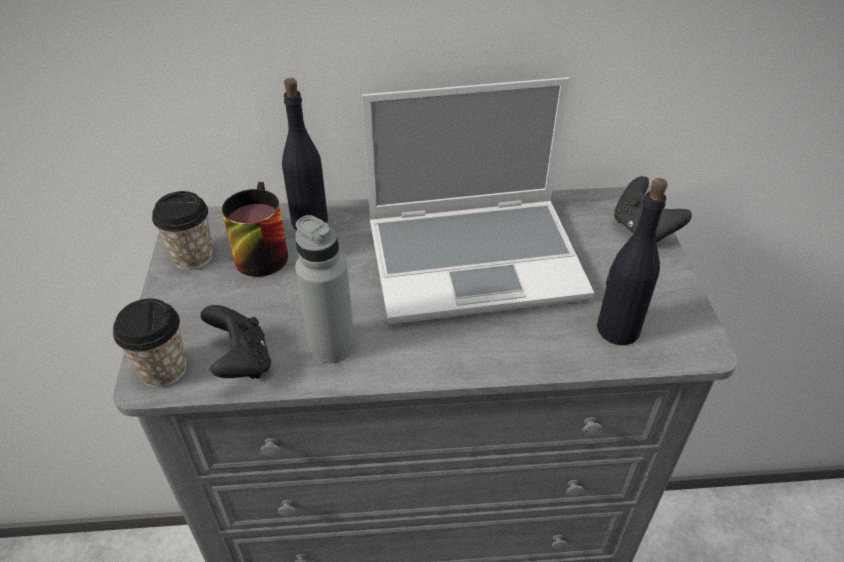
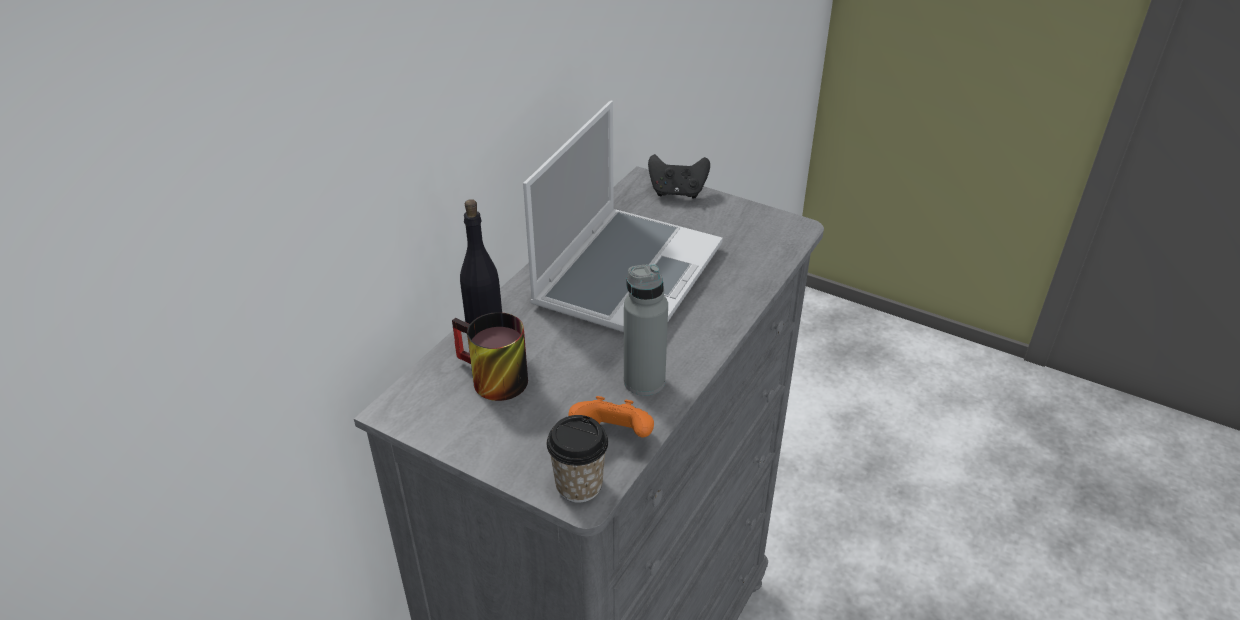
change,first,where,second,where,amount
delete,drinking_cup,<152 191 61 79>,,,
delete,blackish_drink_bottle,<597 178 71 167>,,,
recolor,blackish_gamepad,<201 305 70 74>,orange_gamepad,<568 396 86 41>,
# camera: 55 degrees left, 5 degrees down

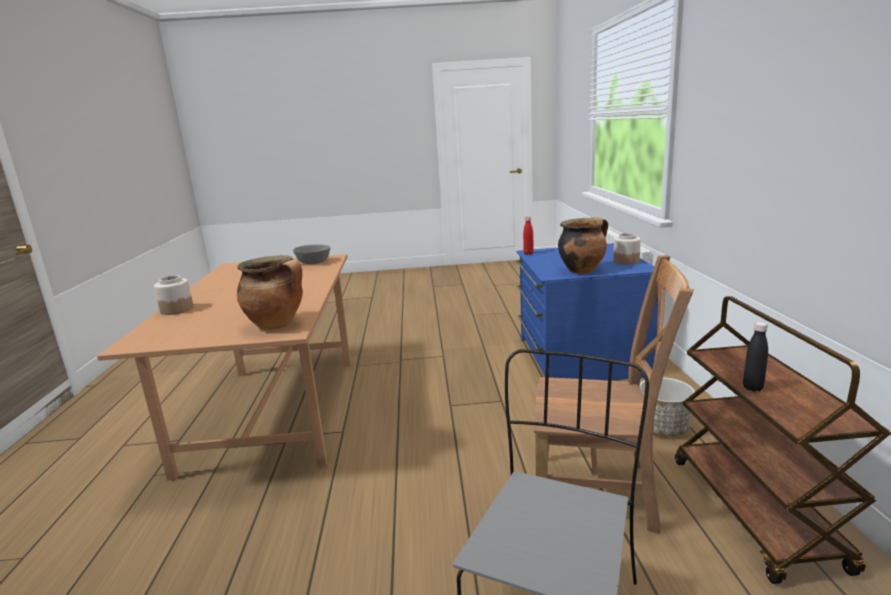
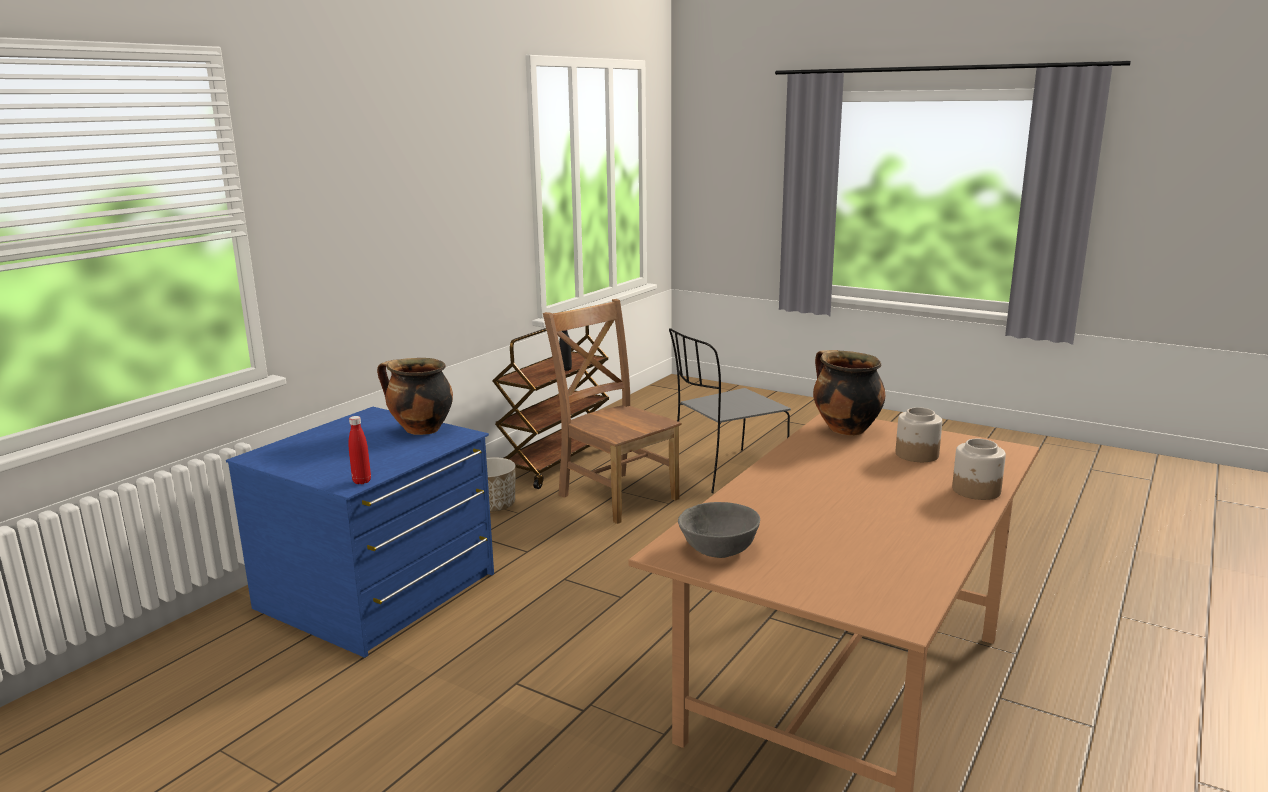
change,first,where,second,where,amount
move,preserve_jar,<613 233 28 32>,,<896 407 46 55>,
# camera: 145 degrees left, 0 degrees up

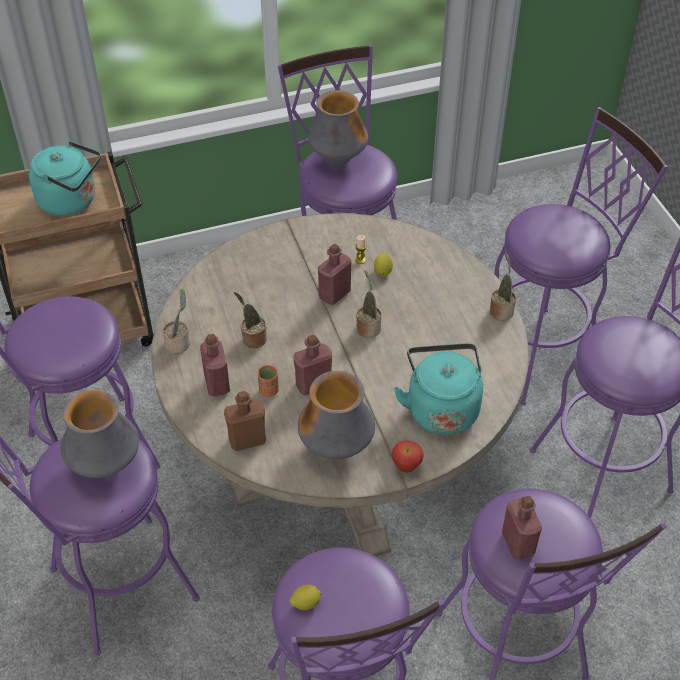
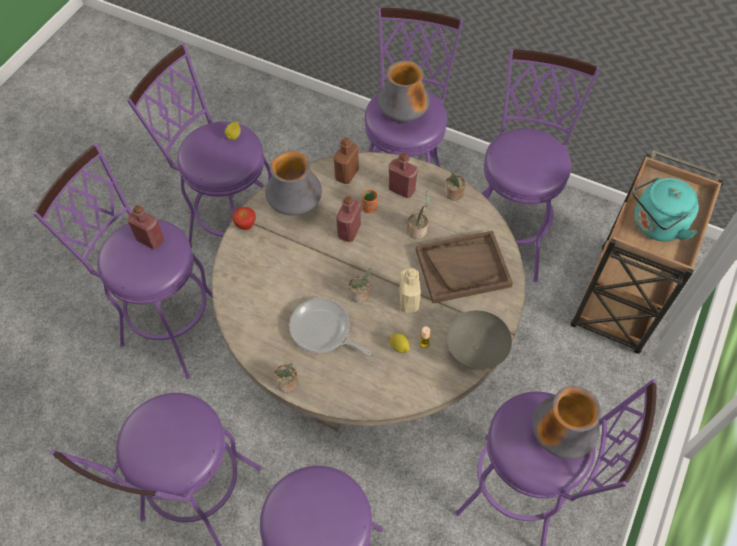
change,first,where,second,where,amount
delete,turquoise-coloured_water_kettle,<394 343 89 92>,,,
insert,,,skillet,<289 298 82 57>,
insert,,,brownish_carrying_tray,<416 231 97 73>,
insert,,,gray_deep_dish,<446 310 66 60>,
recolor,red_drink_bottle,<318 244 33 61>,beige_drink_bottle,<399 268 22 45>,
# camera: 135 degrees right, 10 degrees up

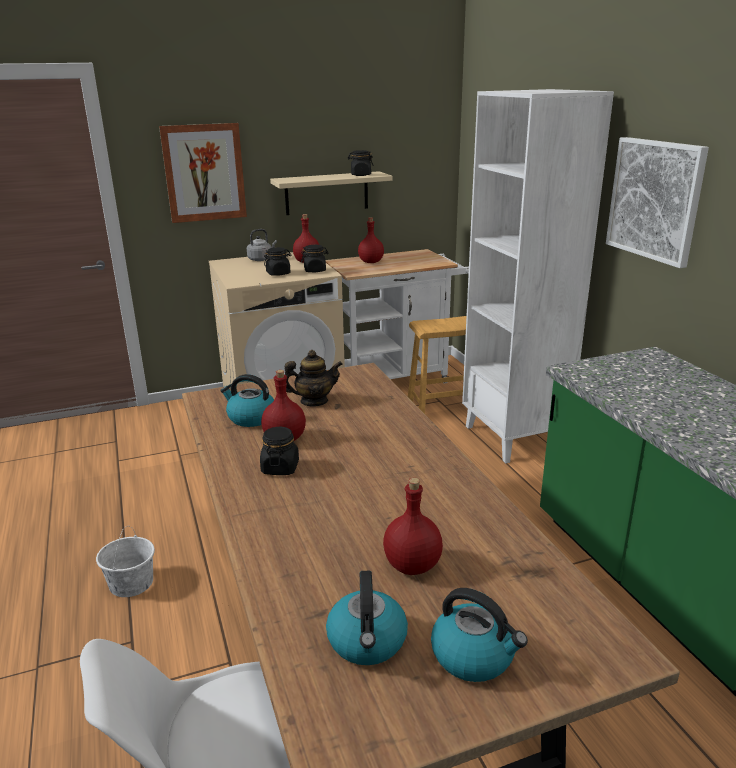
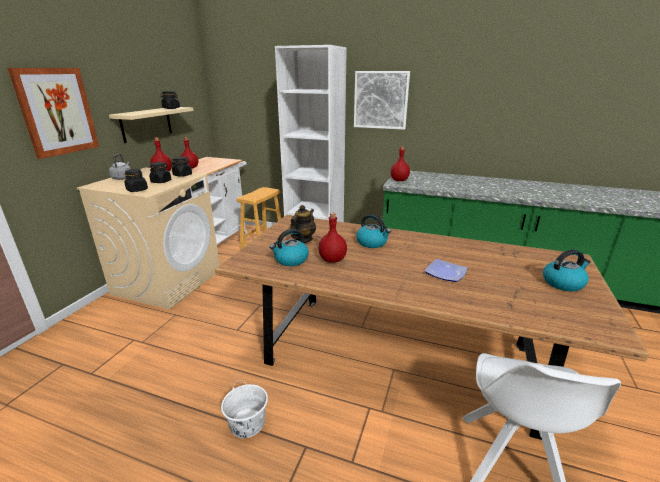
change,first,where,second,where,amount
insert,,,dinner_plate,<425 259 43 23>,
move,blackish_preserve_jar,<260 427 39 48>,,<124 169 24 23>,
move,water_kettle,<326 571 82 94>,,<356 214 35 34>,
move,red_drink_bottle,<383 478 60 97>,,<391 146 19 35>,
# camera: 50 degrees left, 0 degrees up

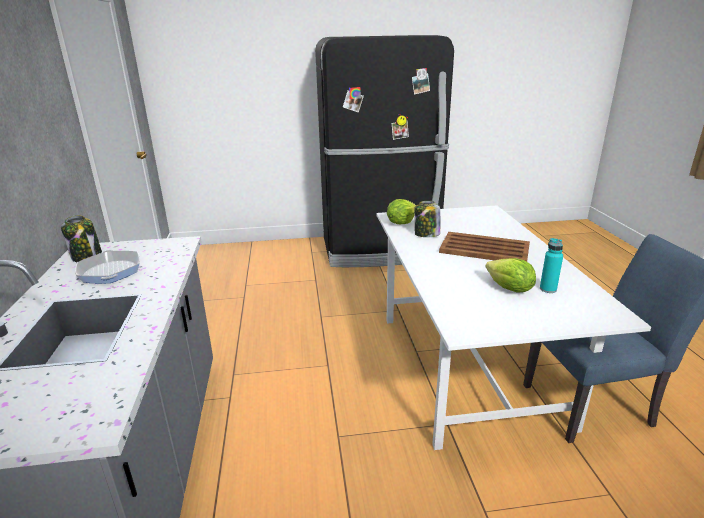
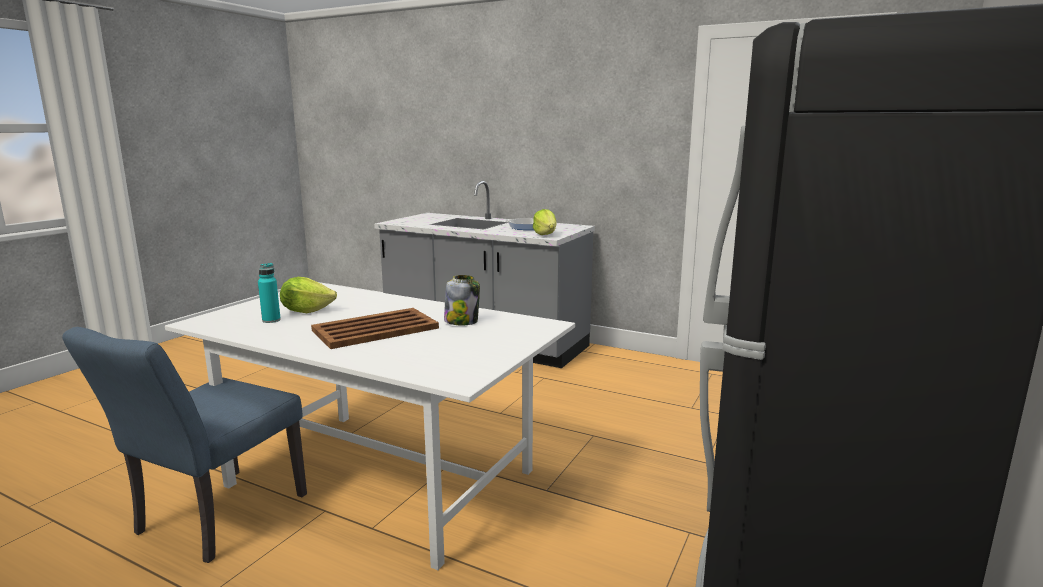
change,first,where,second,where,amount
delete,preserve_jar,<61 215 41 47>,,,
move,lettuce_head,<387 199 29 25>,,<533 209 24 26>,
# camera: 125 degrees right, 10 degrees down

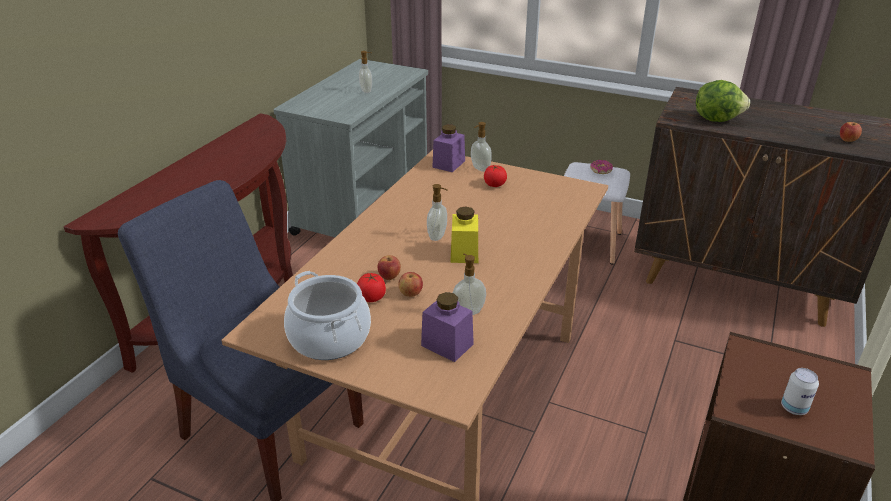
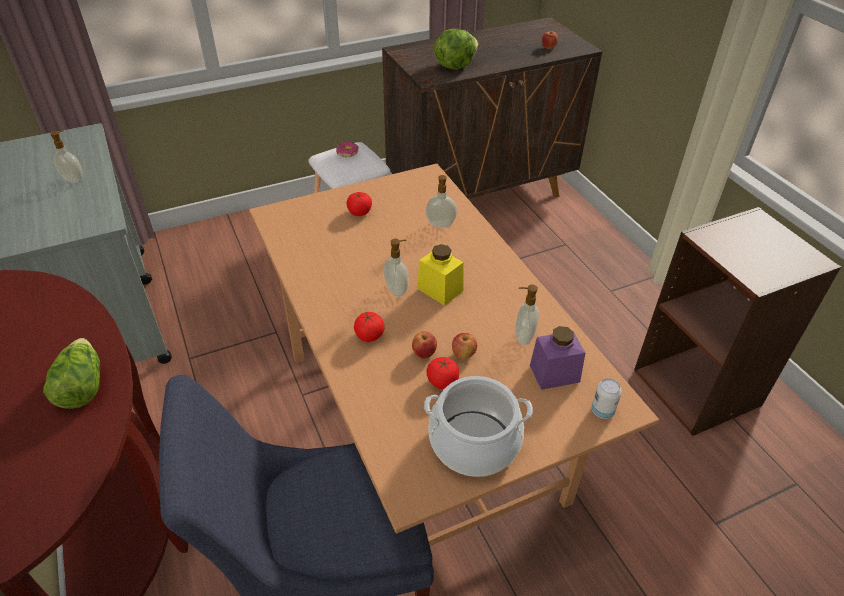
change,first,where,second,where,amount
delete,purple-coloured_preserve_jar,<432 125 33 47>,,,
insert,,,lettuce_head,<43 338 57 71>,
insert,,,fresh_tomato,<354 312 31 30>,
move,soap_dispenser,<471 122 21 50>,,<426 175 31 52>,
move,can,<781 368 38 47>,,<591 378 31 41>,
# camera: 50 degrees left, 10 degrees up

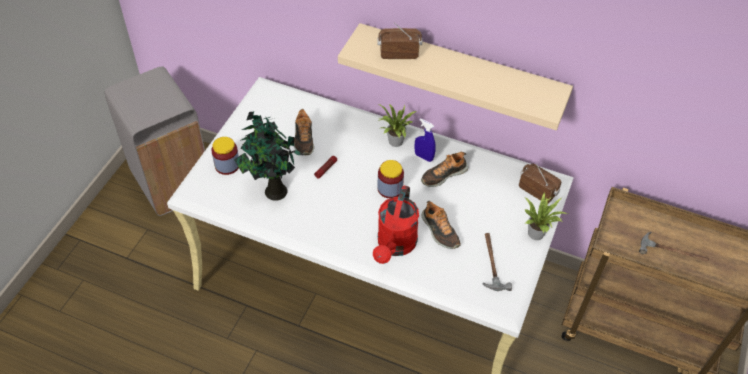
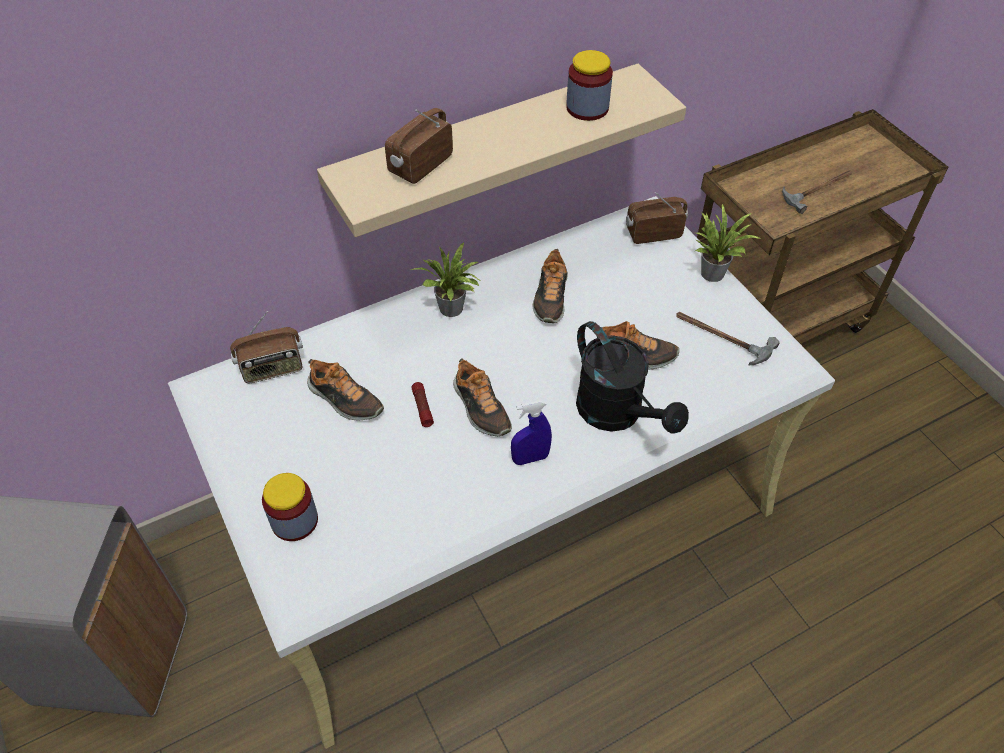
change,first,where,second,where,amount
delete,potted_plant,<234 111 70 90>,,,
insert,,,radio,<230 311 73 73>,
insert,,,low_shoe,<453 358 59 78>,
move,preserve_jar,<377 160 27 38>,,<566 50 47 71>,
move,blue_hand_sprayer,<415 118 21 44>,,<511 400 41 65>,
recolor,red_watering_can,<373 185 46 79>,blackish_watering_can,<576 321 113 113>,
# camera: 50 degrees left, 0 degrees up

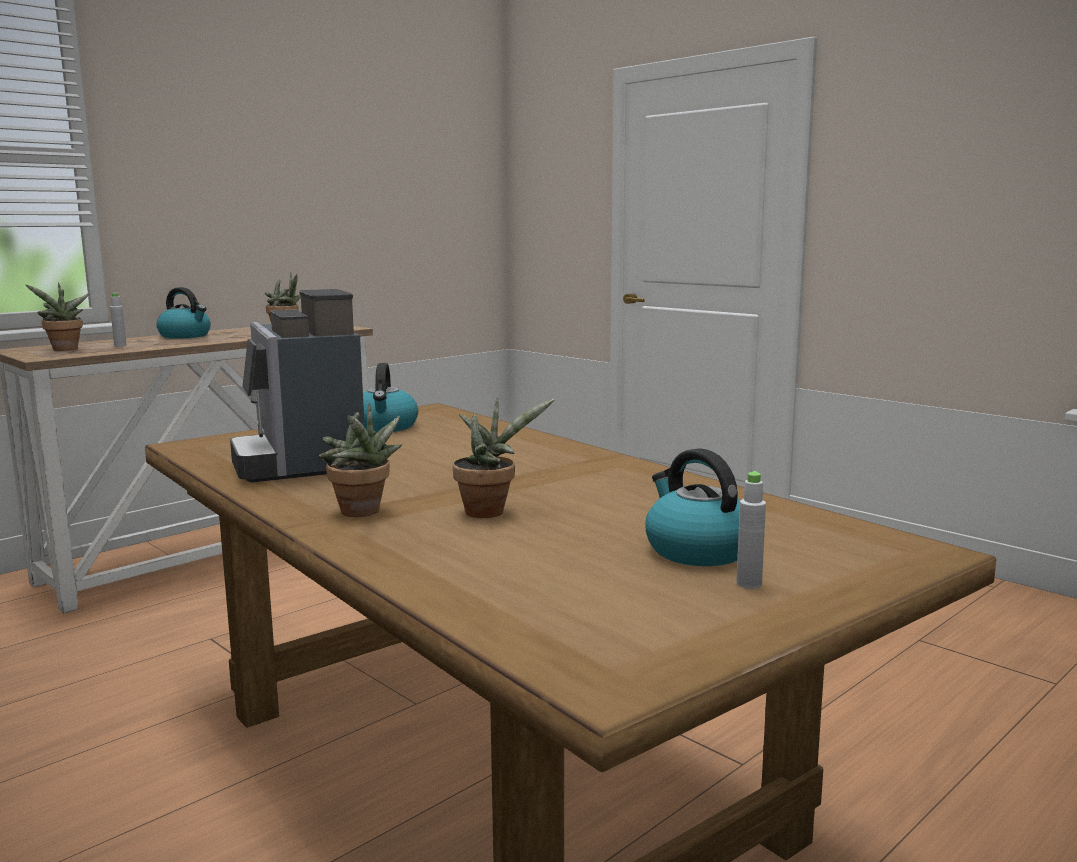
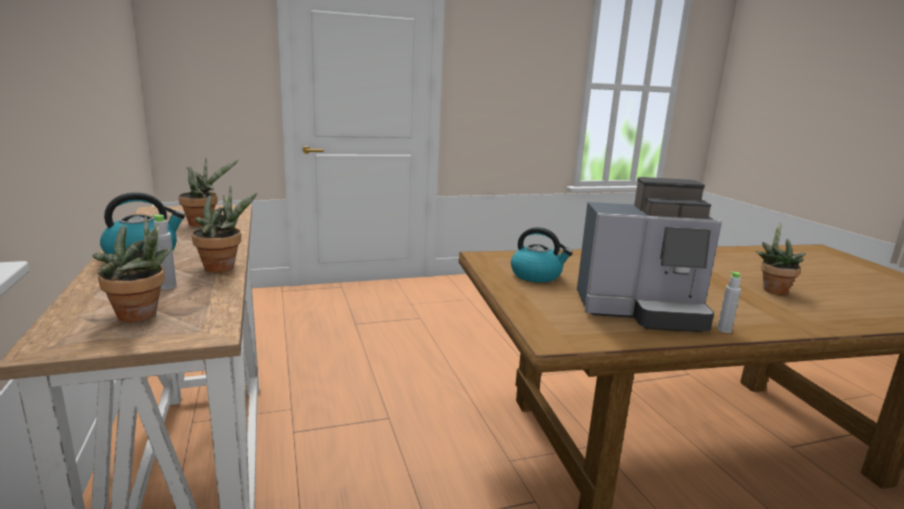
change,first,where,second,where,amount
delete,water_kettle,<645 448 95 118>,,,
move,potted_plant,<319 403 84 114>,,<192 186 66 86>,
move,gray_drink_bottle,<736 471 30 118>,,<717 272 24 61>,
# camera: 65 degrees left, 5 degrees up

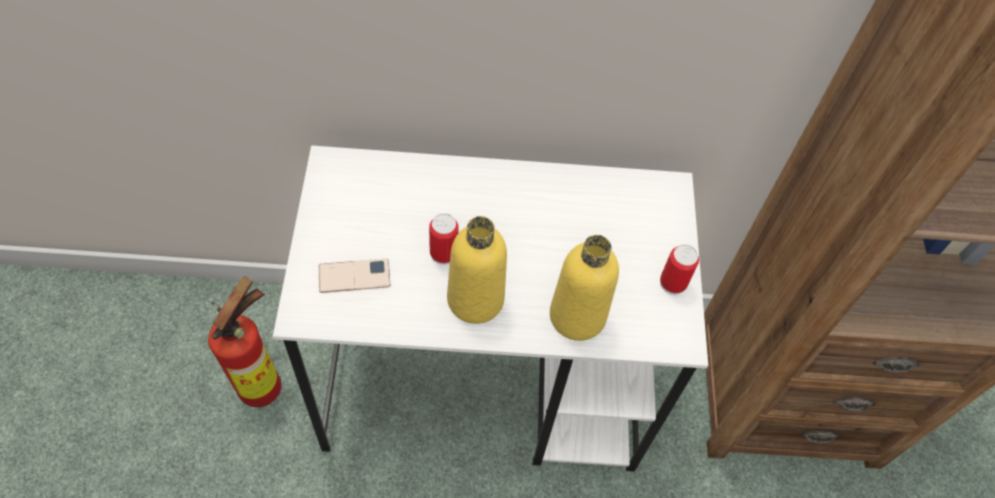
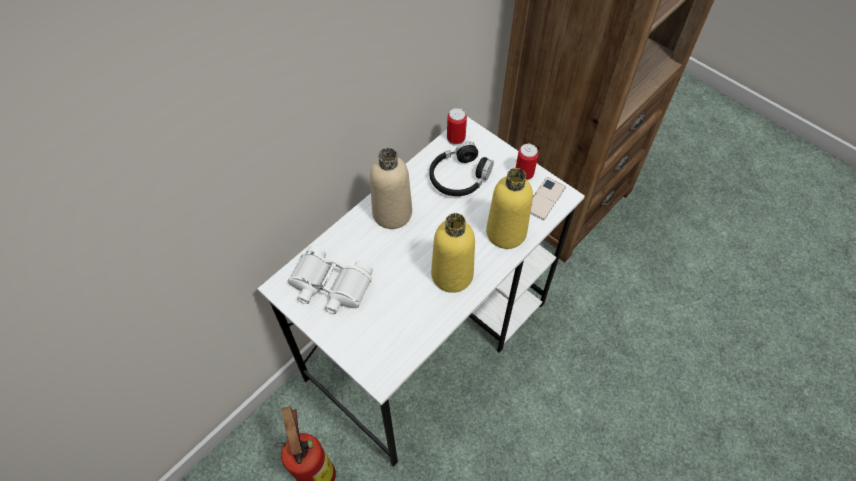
change,first,where,second,where,amount
insert,,,white-coloured_field_glasses,<288 245 85 69>,
insert,,,beige_drink_bottle,<370 148 42 81>,
insert,,,blackish_headset,<429 141 65 55>,
move,phone,<319 259 72 34>,,<530 177 36 43>,
move,can,<429 213 30 52>,,<447 108 20 38>,
# camera: 45 degrees left, 0 degrees up

